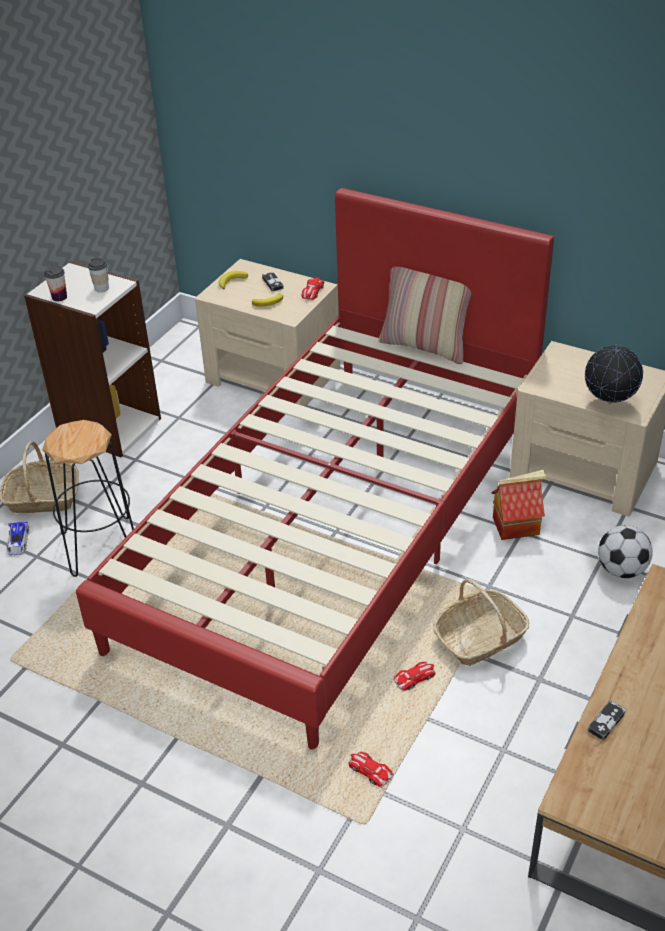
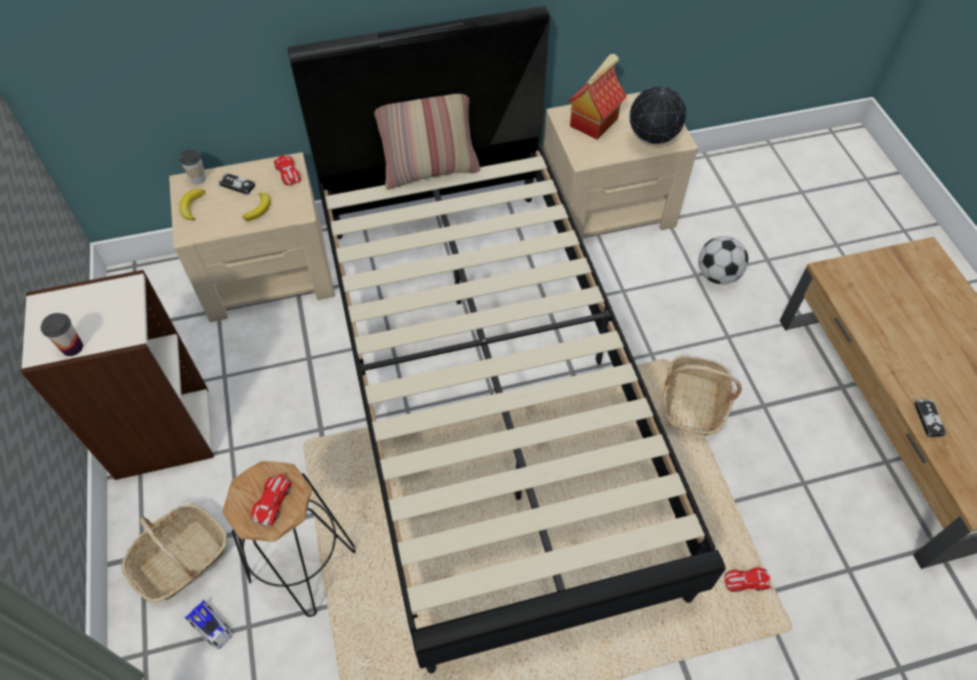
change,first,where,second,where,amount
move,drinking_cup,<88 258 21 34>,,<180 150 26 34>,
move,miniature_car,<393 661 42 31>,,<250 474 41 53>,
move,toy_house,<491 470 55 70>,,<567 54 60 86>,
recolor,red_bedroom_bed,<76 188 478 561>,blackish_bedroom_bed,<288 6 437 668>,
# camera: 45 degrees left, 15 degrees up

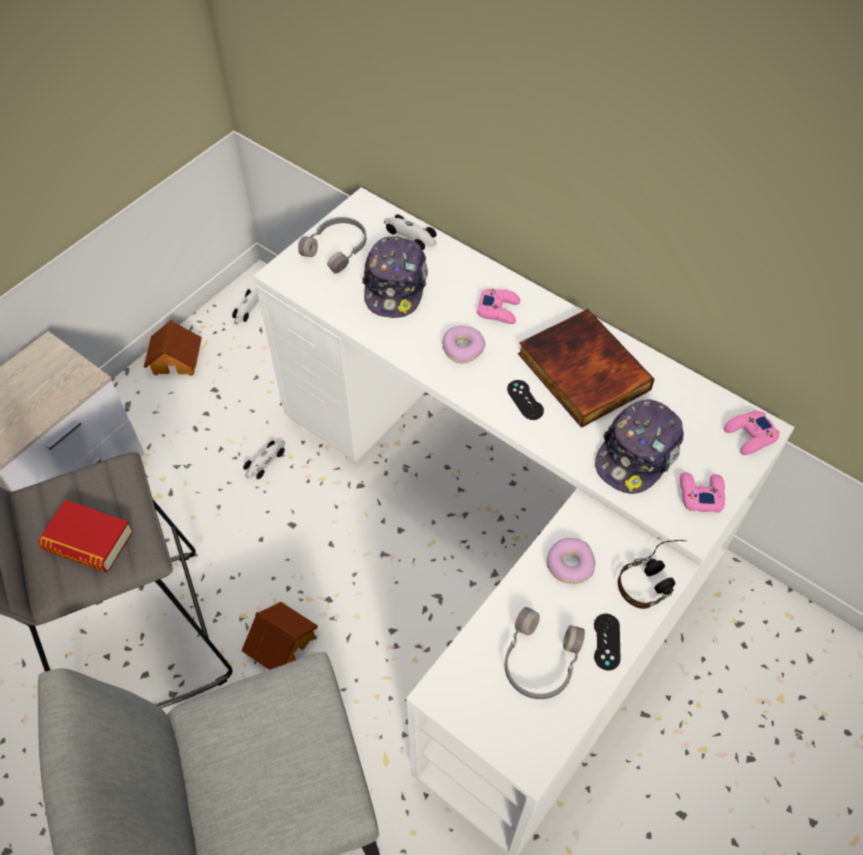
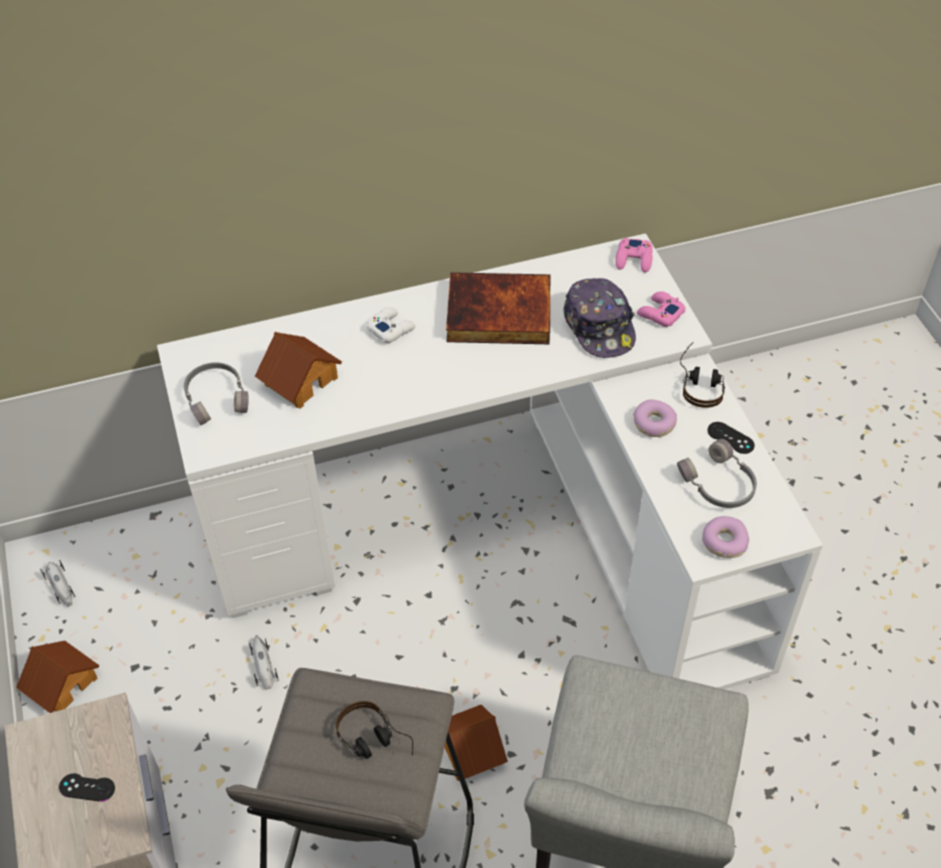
change,first,where,second,where,amount
delete,miniature_car,<384 214 53 36>,,,
move,ring_doughnut,<442 326 43 37>,,<702 516 47 42>,
move,blackish_gamepad,<507 380 37 40>,,<59 773 56 29>,
replace,book,<38 500 95 72>,headset,<336 701 77 58>,
replace,peaked_cap,<362 237 66 81>,toy_house,<255 332 87 77>,
recolor,pink_gamepad,<477 289 43 35>,white-coloured_gamepad,<367 307 48 36>,
# camera: 55 degrees left, 5 degrees down

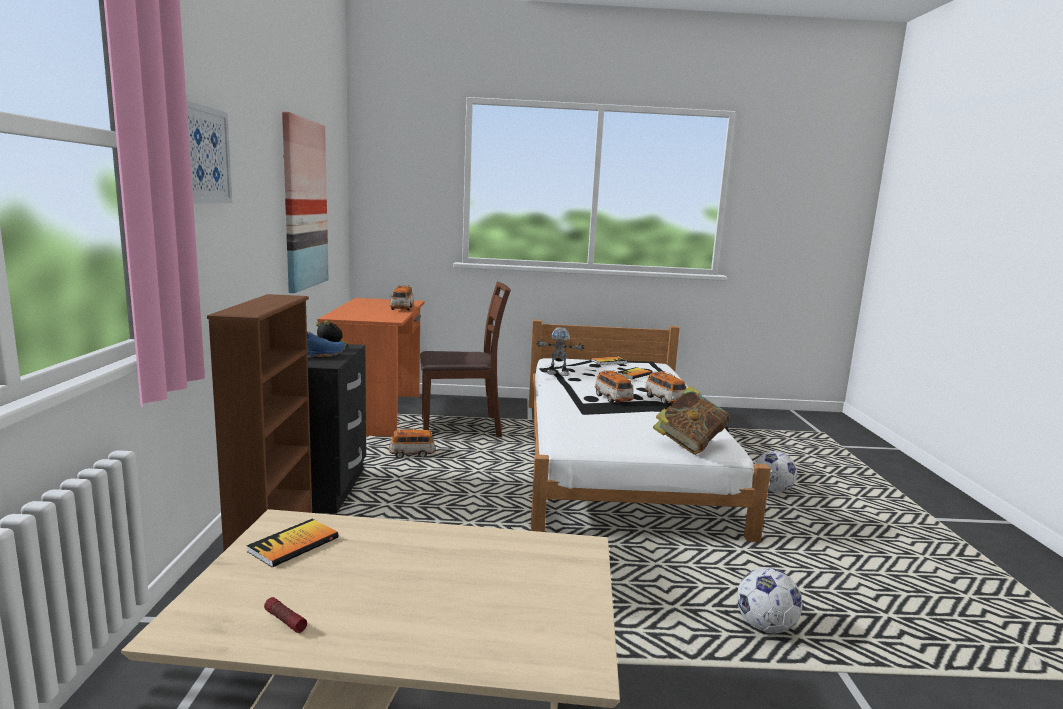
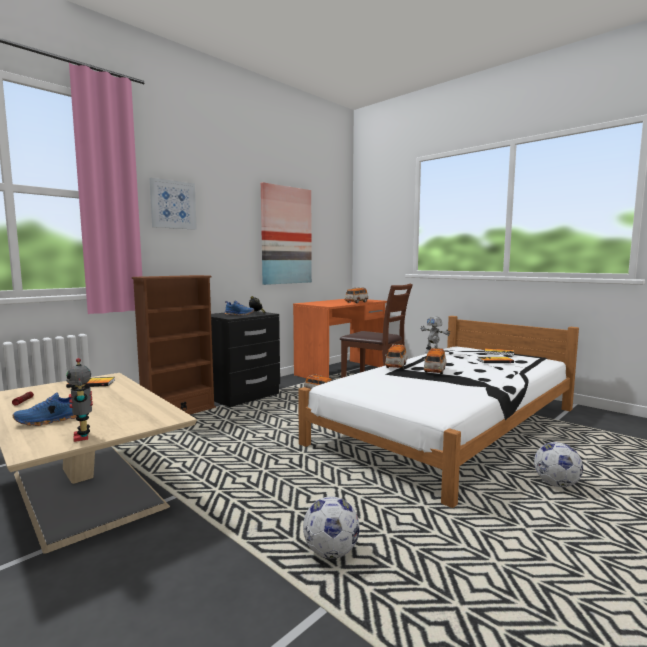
change,first,where,second,where,amount
delete,book,<653 386 76 69>,,,
insert,,,blue_low_shoe,<13 392 64 34>,
insert,,,toy_robot,<66 358 27 84>,
move,miniature_car,<645 371 41 33>,,<385 344 22 25>,
# camera: 45 degrees right, 5 degrees down

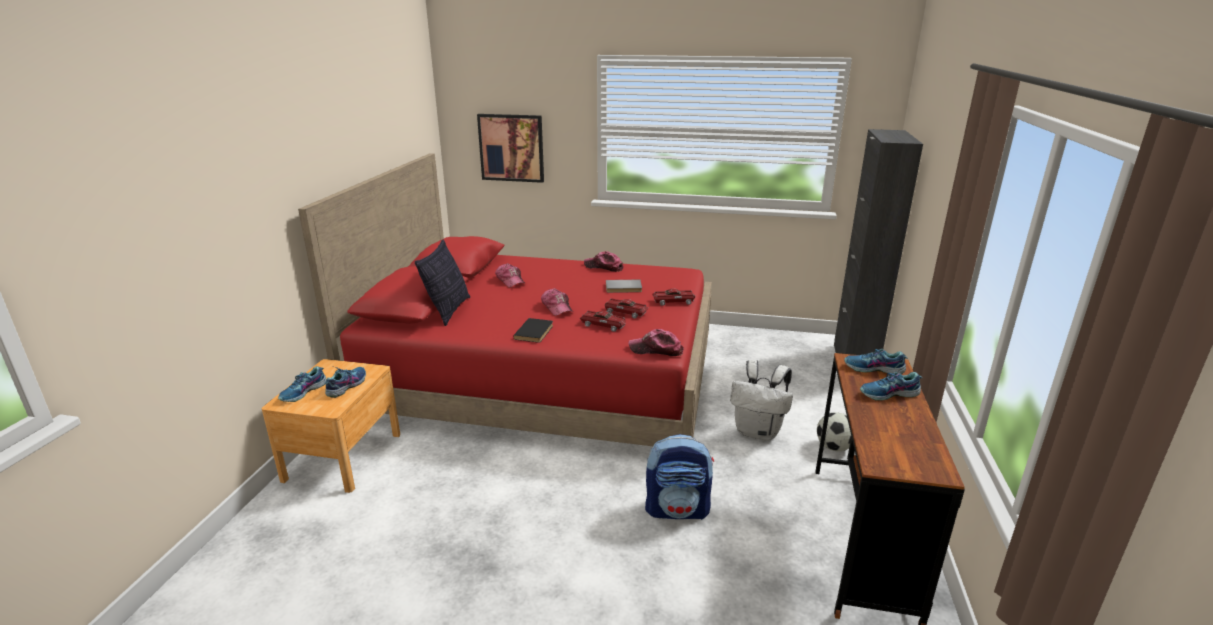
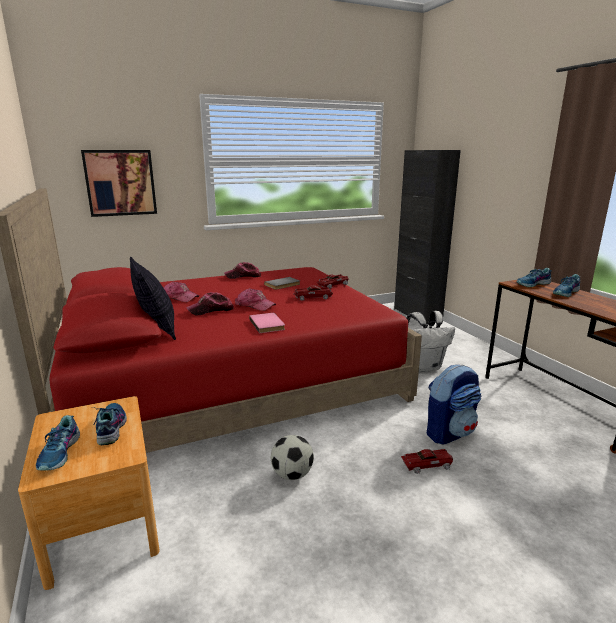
change,first,where,second,where,amount
move,miniature_car,<580 310 46 22>,,<401 449 52 25>,
move,peaked_cap,<629 329 55 27>,,<186 292 48 24>,
move,football,<817 412 34 39>,,<270 435 44 45>,
recolor,blackish_book,<514 318 39 25>,pink_book,<249 313 36 20>,
# camera: 35 degrees left, 5 degrees down

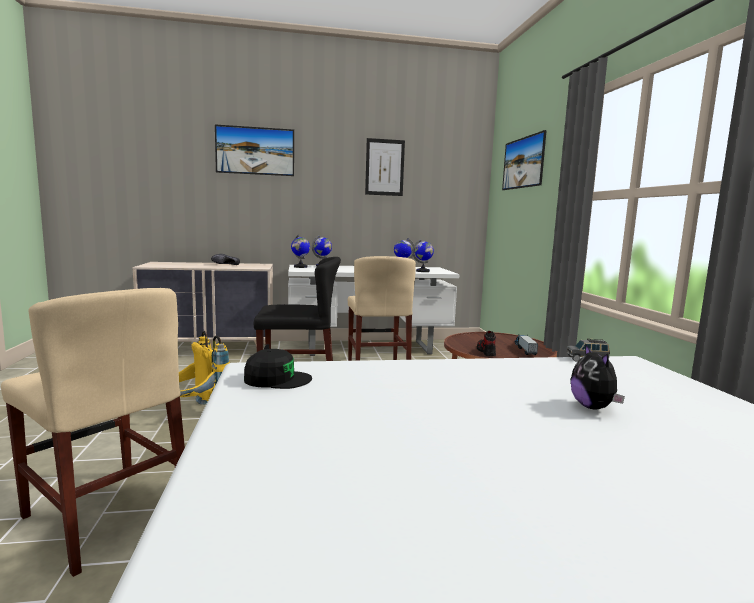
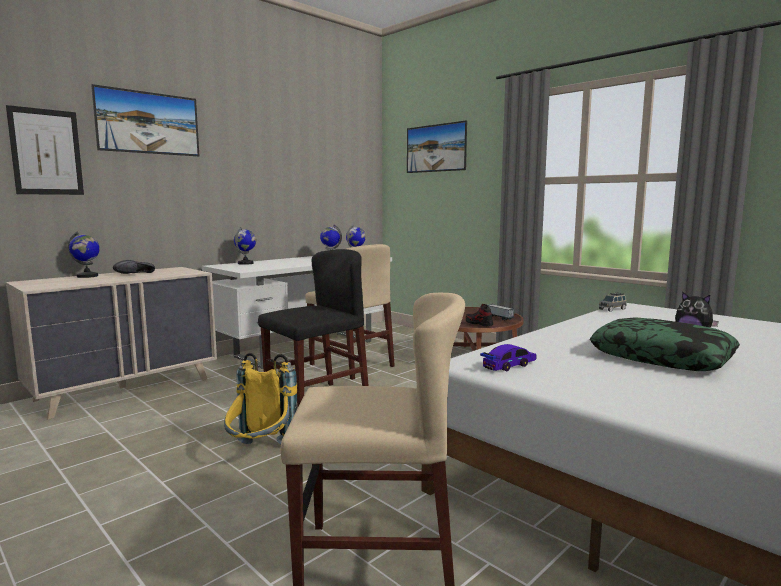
change,first,where,second,where,amount
insert,,,cushion,<590 317 150 54>,
move,world_globe,<291 235 19 33>,,<68 231 32 47>,
move,picture,<365 138 40 58>,,<6 105 78 90>,
replace,blackish_peaked_cap,<244 349 68 40>,miniature_car,<480 344 56 27>,
# camera: 35 degrees left, 0 degrees up

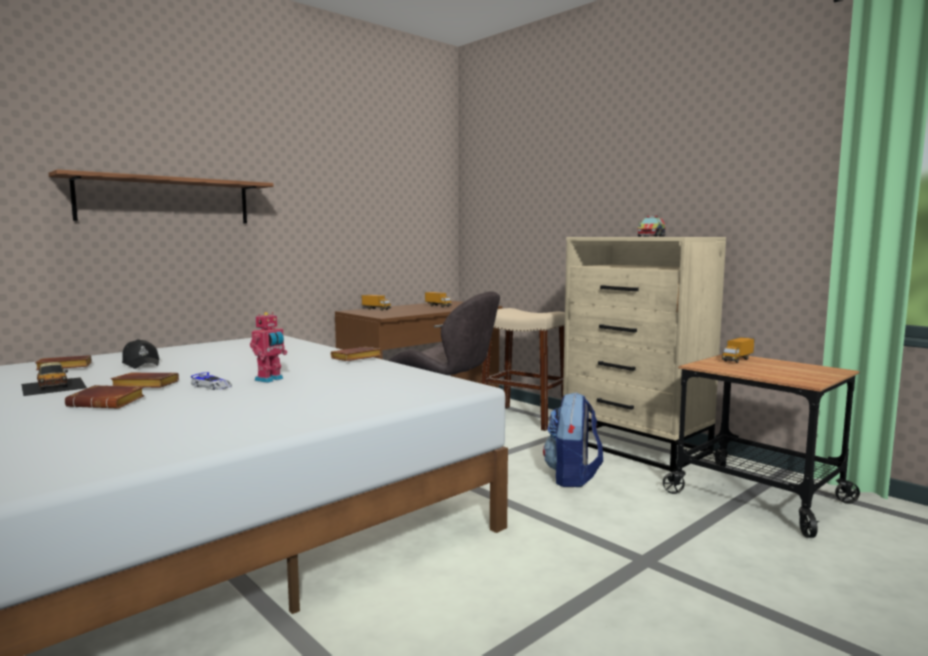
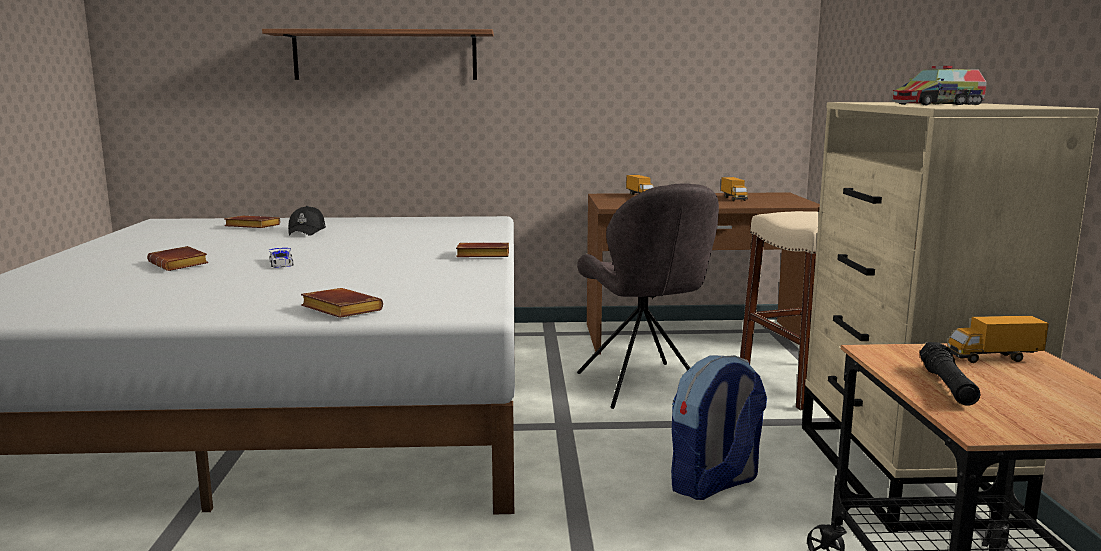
change,first,where,second,where,amount
delete,miniature_car,<21 362 66 34>,,,
delete,toy_robot,<250 312 37 71>,,,
insert,,,blackish_torch,<920 342 60 64>,
move,brownish_book,<111 372 68 16>,,<301 288 82 30>,
# camera: 40 degrees right, 5 degrees up

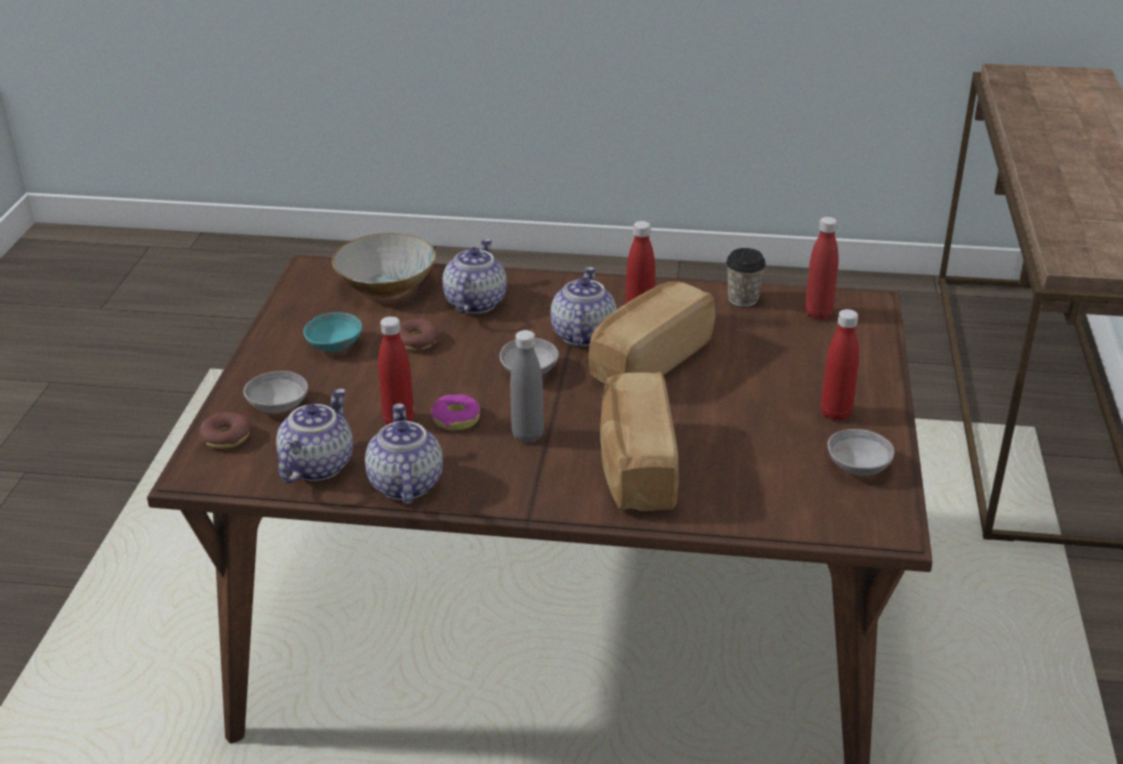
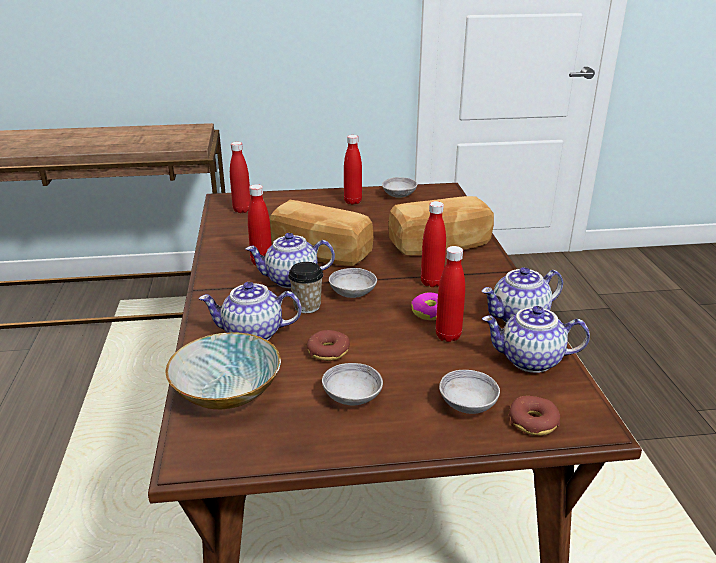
change,first,where,second,where,amount
move,drinking_cup,<726 248 40 59>,,<288 262 35 51>,
recolor,turquoise-coloured_deep_dish,<303 312 59 40>,gray_deep_dish,<322 363 61 42>,
recolor,gray_drink_bottle,<510 330 34 113>,red_drink_bottle,<421 201 25 86>,
# camera: 105 degrees left, 5 degrees down

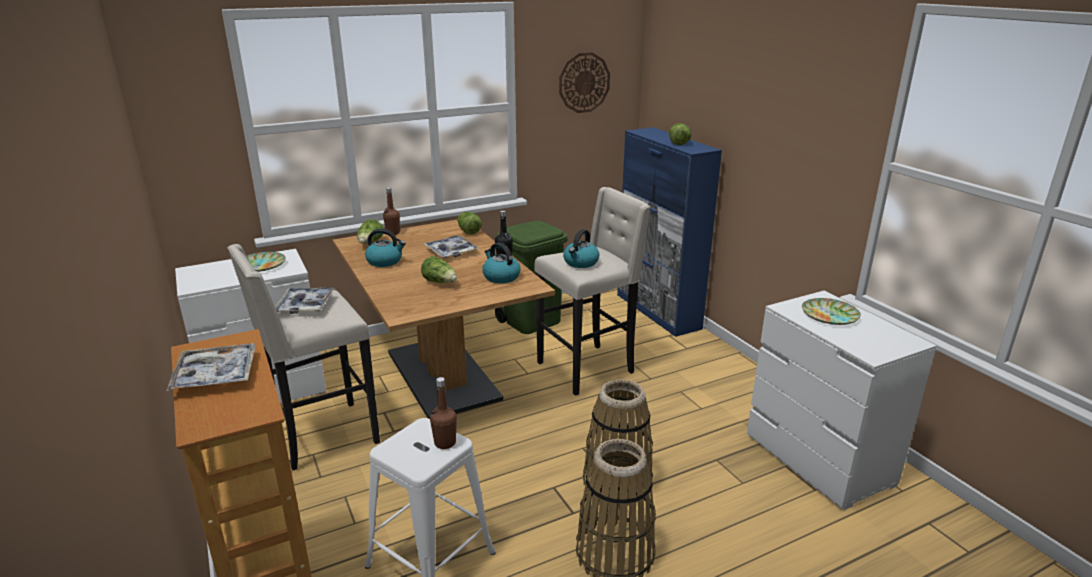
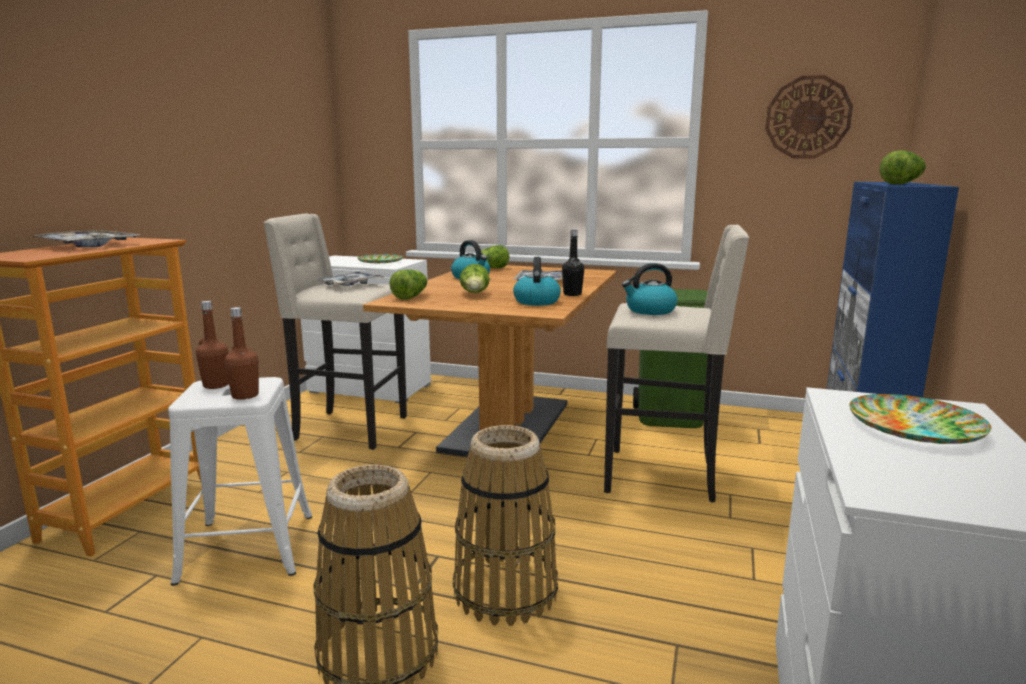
change,first,where,second,where,amount
move,brownish_drink_bottle,<383 187 17 48>,,<196 301 33 88>,
move,lettuce_head,<457 212 25 23>,,<389 269 38 31>,
# camera: 45 degrees right, 10 degrees down

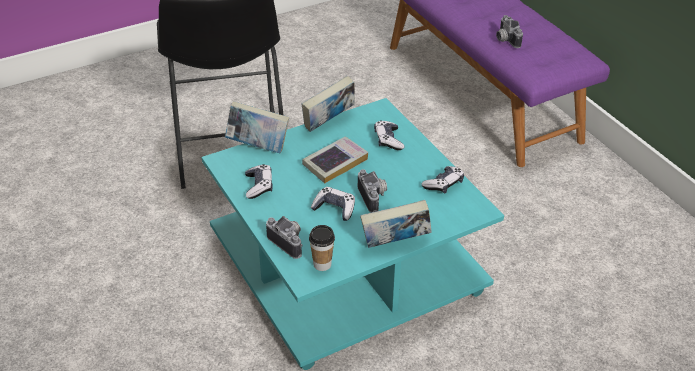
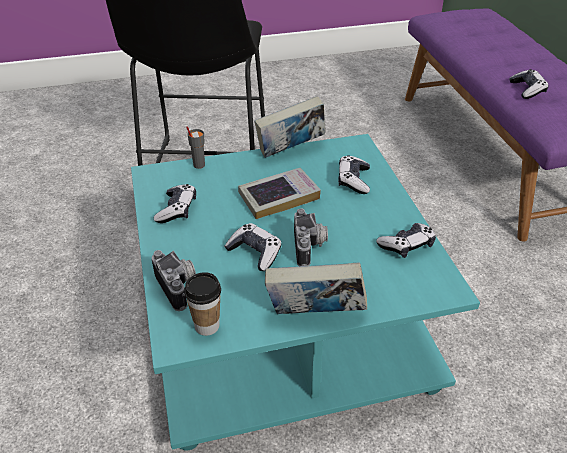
change,first,where,second,where,amount
replace,book,<225 101 64 52>,gray_drinking_cup,<187 126 18 43>,
replace,photo_camera,<496 15 27 33>,gamepad,<509 69 40 30>,
# camera: 15 degrees right, 0 degrees up

